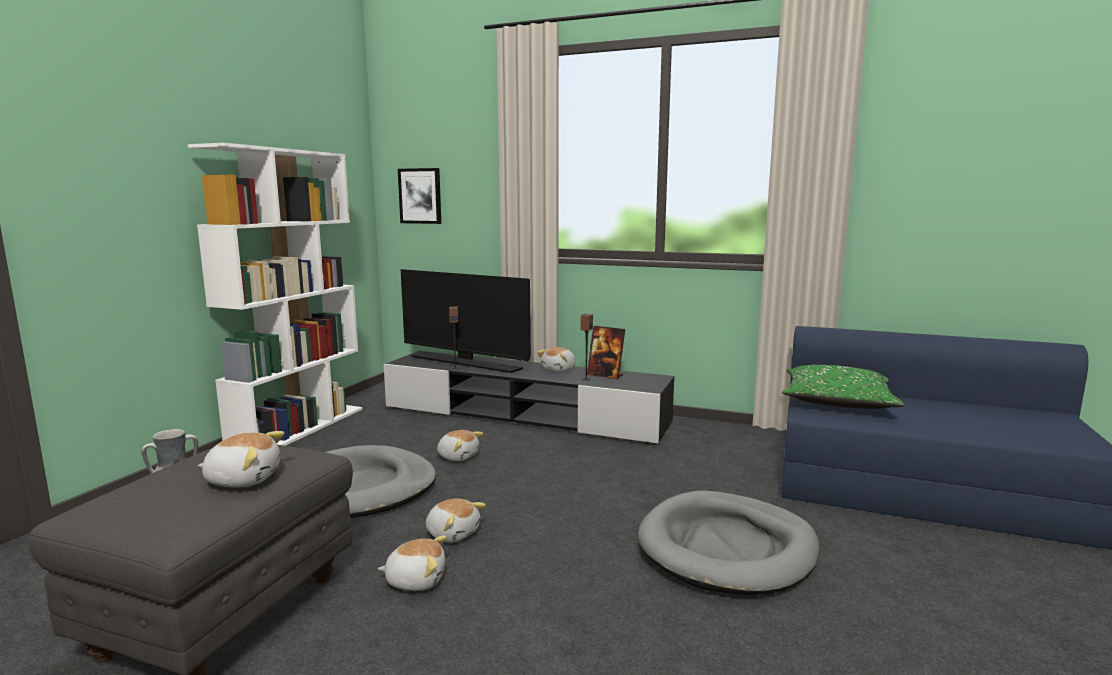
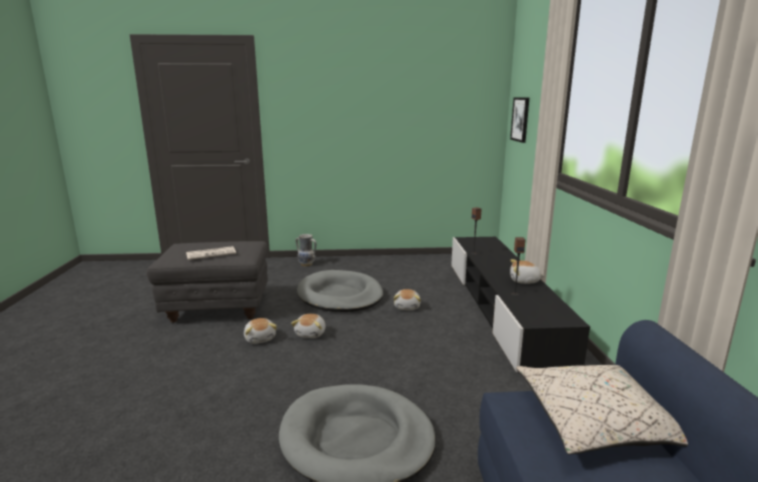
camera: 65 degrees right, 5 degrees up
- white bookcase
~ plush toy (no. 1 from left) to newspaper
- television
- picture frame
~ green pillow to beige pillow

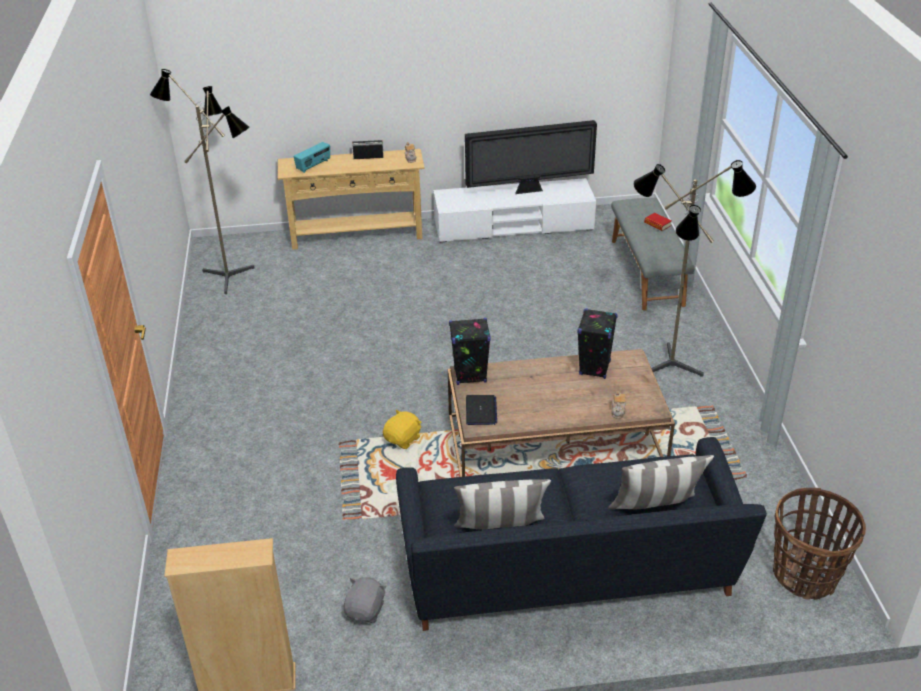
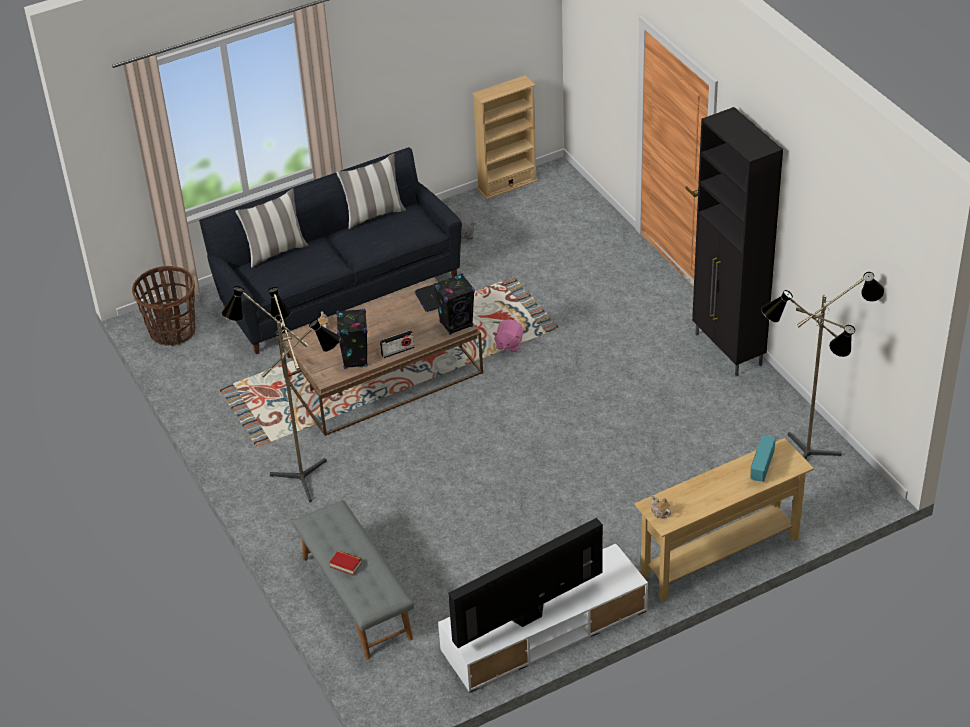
camera: 160 degrees right, 5 degrees up
~ radio (no. 2 from left in the first image) to radio (no. 1 from left)
~ yellow plush toy to pink plush toy
+ black cabinet

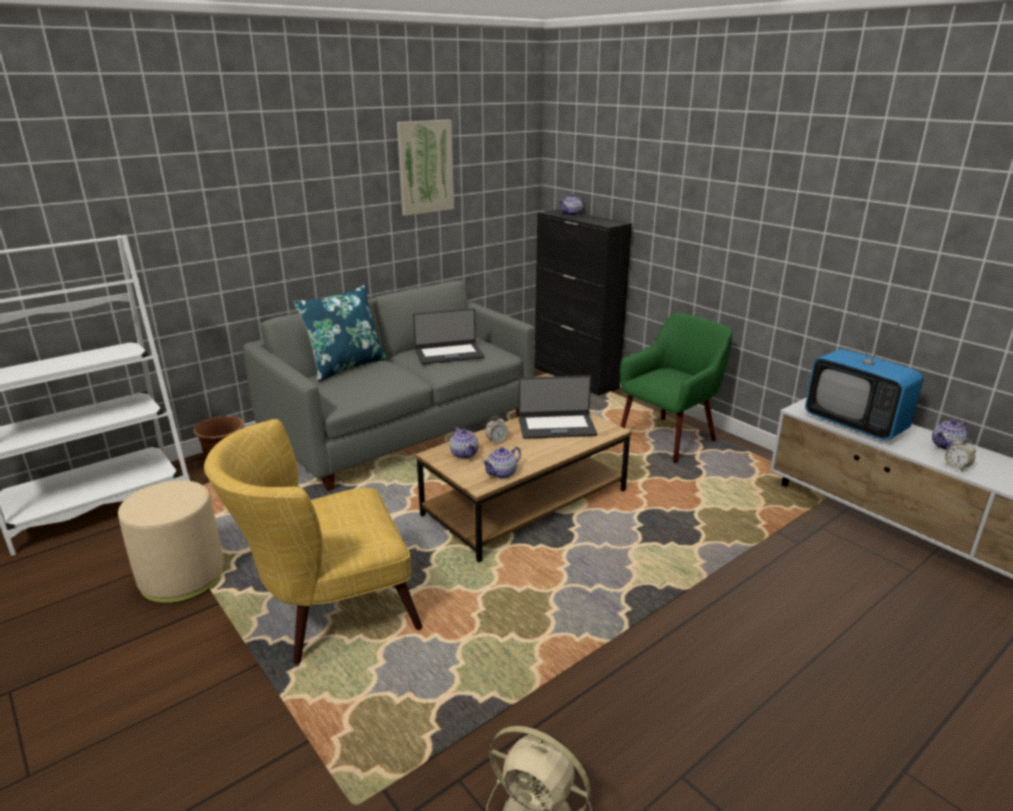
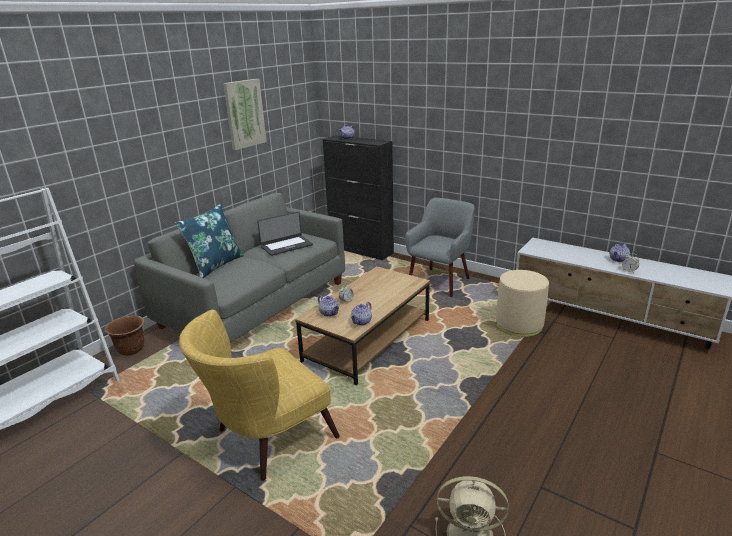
camera: 15 degrees left, 0 degrees up
~ beige ottoman
- laptop (no. 2 from left)
~ green armchair to grey armchair
- television

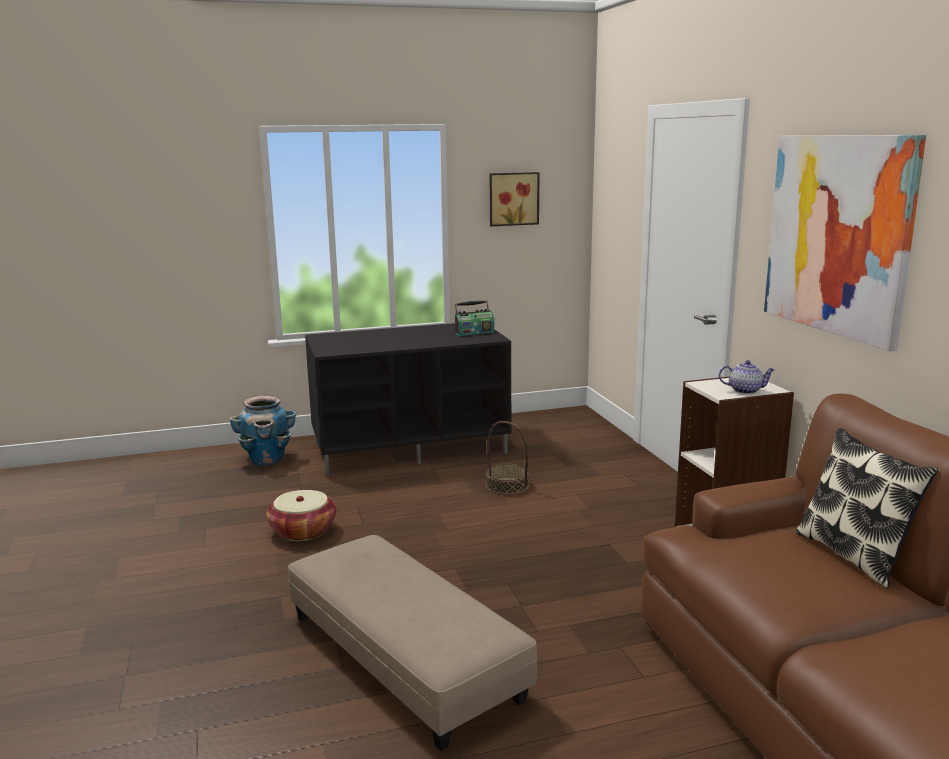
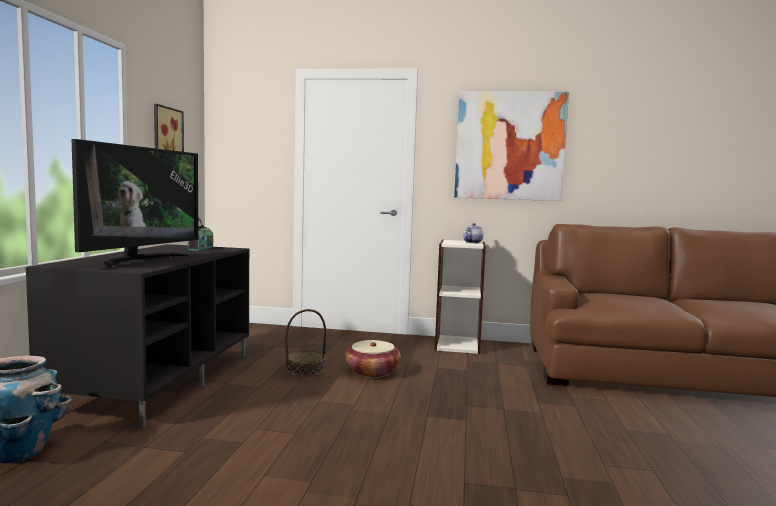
camera: 65 degrees left, 10 degrees down
~ basket (no. 1 from left in the first image) to basket (no. 2 from left)
- beige ottoman
- pillow
+ television

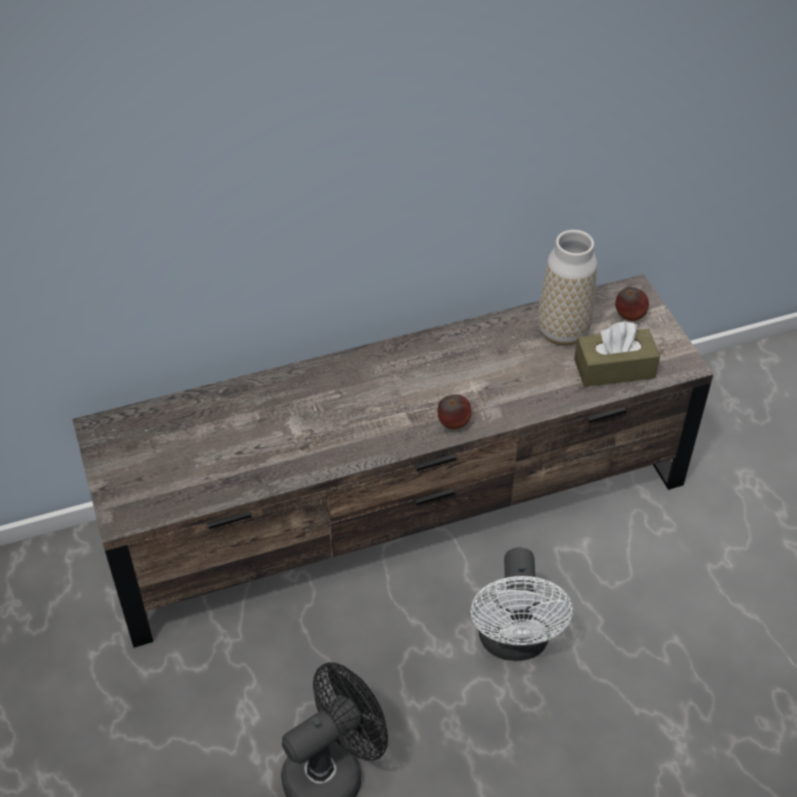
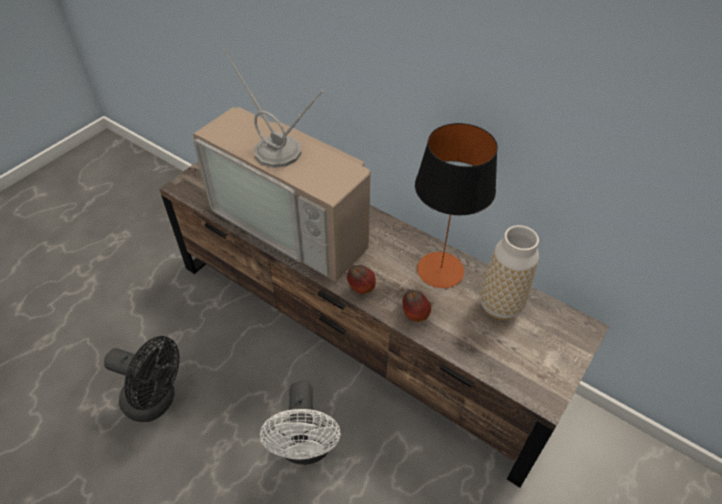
camera: 55 degrees right, 0 degrees up
~ white fan 60 degrees counterclockwise
- brown tissue box
~ apple (no. 2 from left)
+ television
+ table lamp

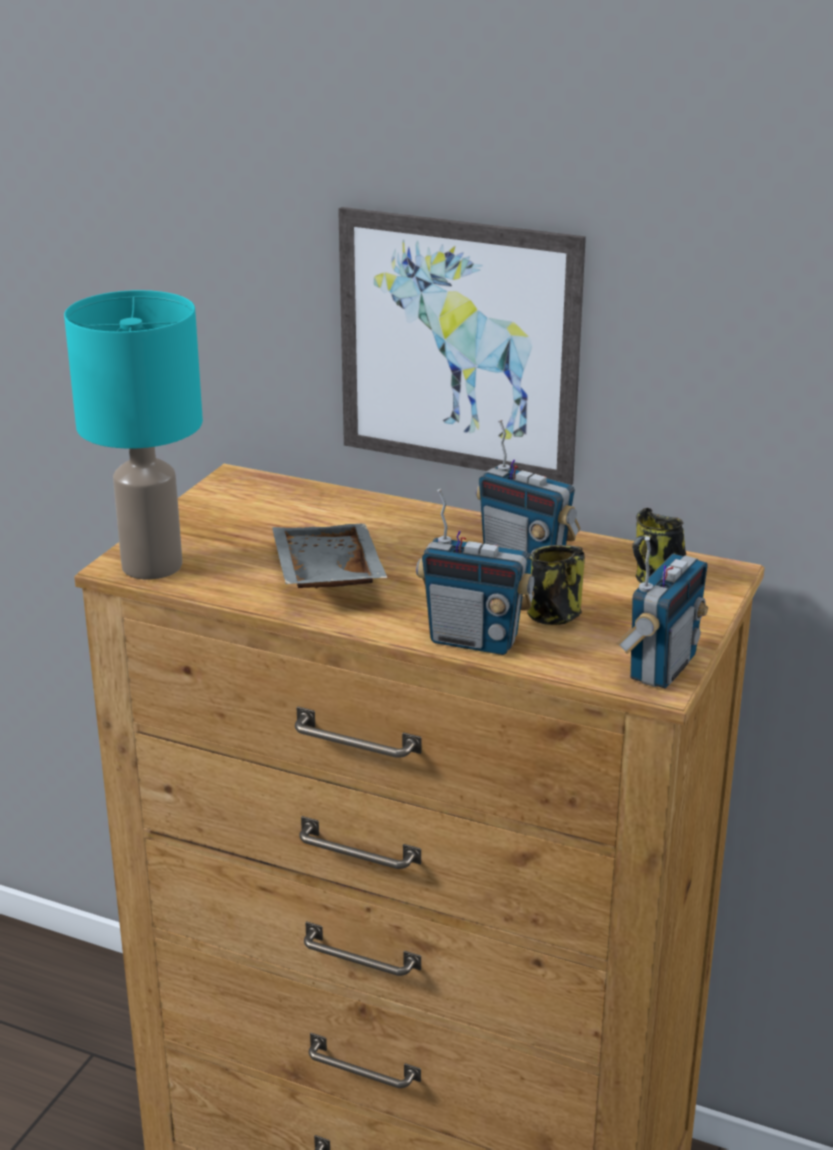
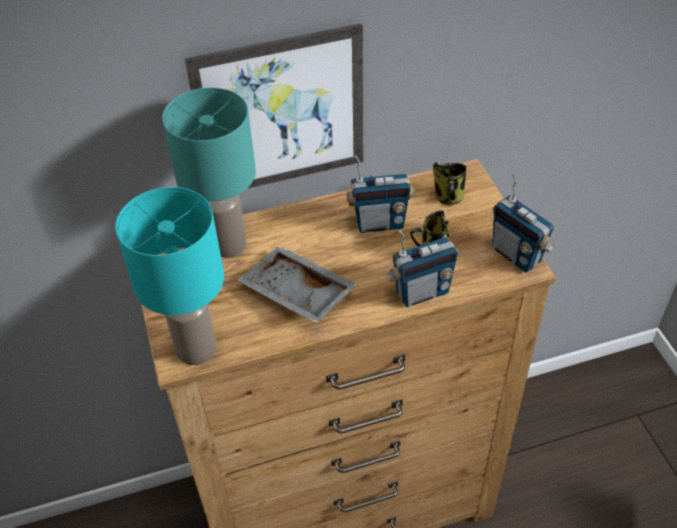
camera: 40 degrees left, 20 degrees up
~ radio (no. 3 from left) 150 degrees clockwise
+ turquoise table lamp (no. 2 from left)

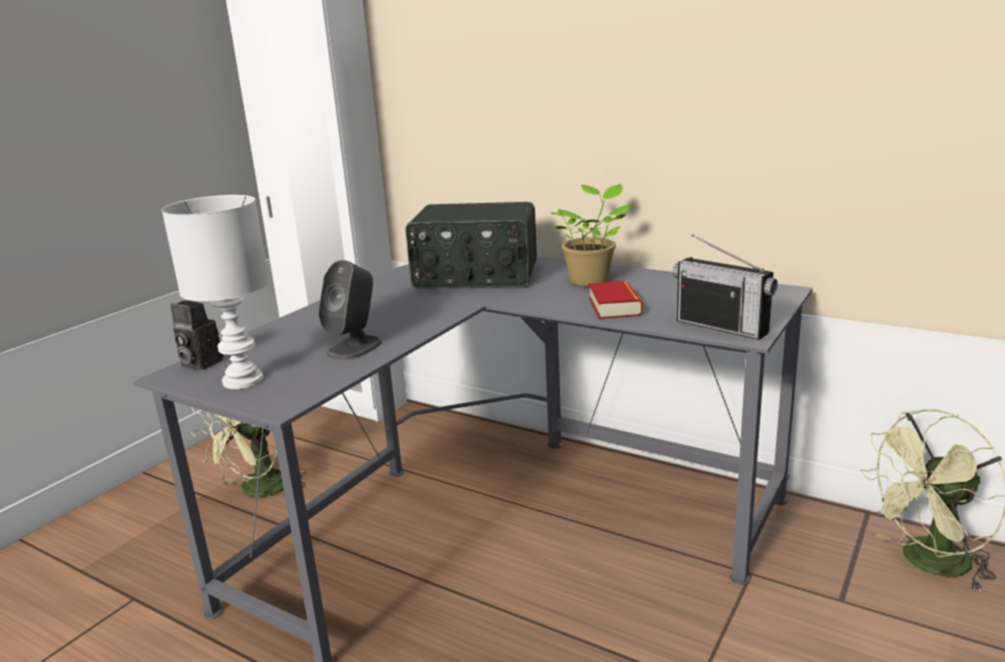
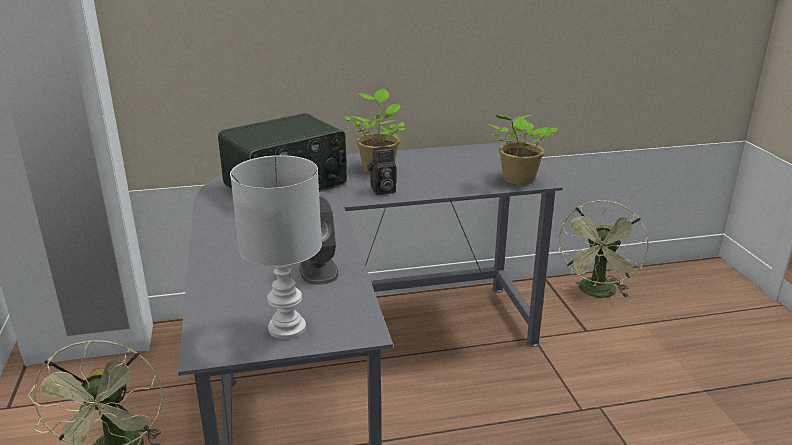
camera: 45 degrees left, 5 degrees up
~ photo camera
- book
~ radio (no. 2 from left) to potted plant (no. 2 from left)

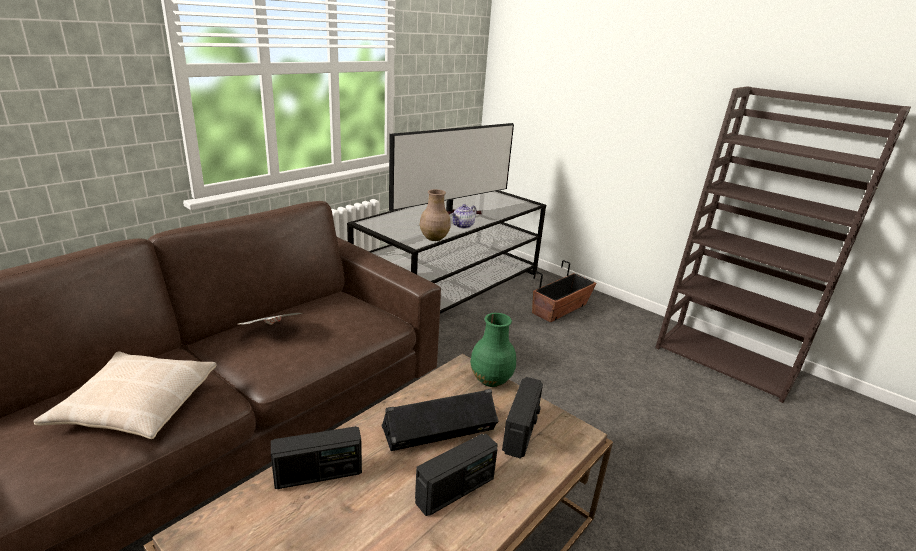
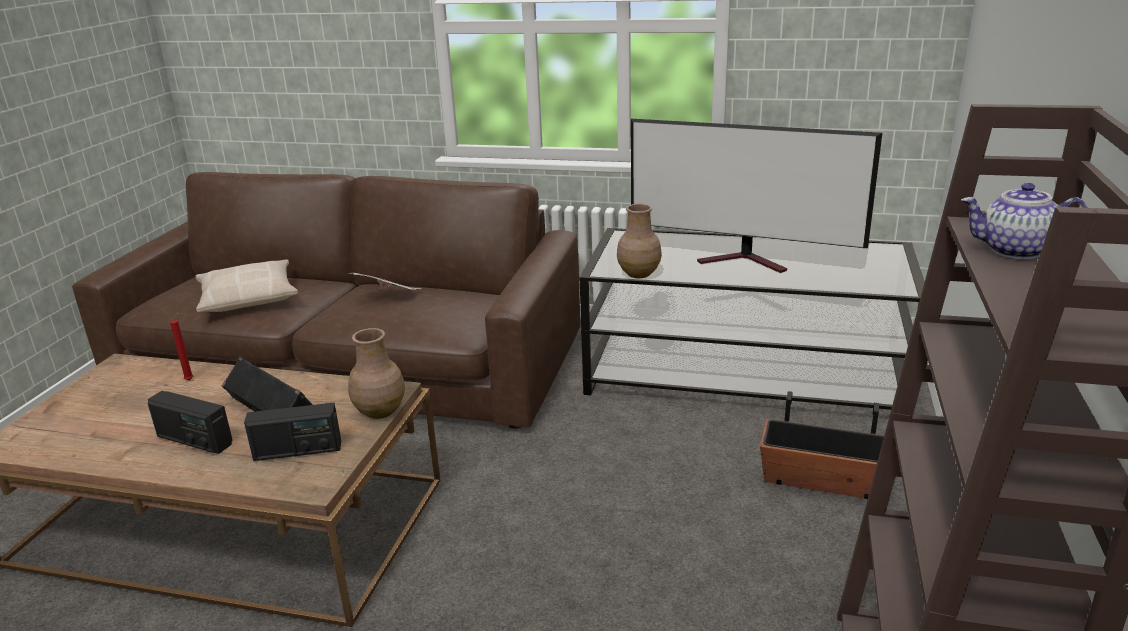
camera: 65 degrees right, 0 degrees up
~ radio (no. 1 from left) to red candle
~ teapot
~ green vase to brown vase (no. 1 from left)

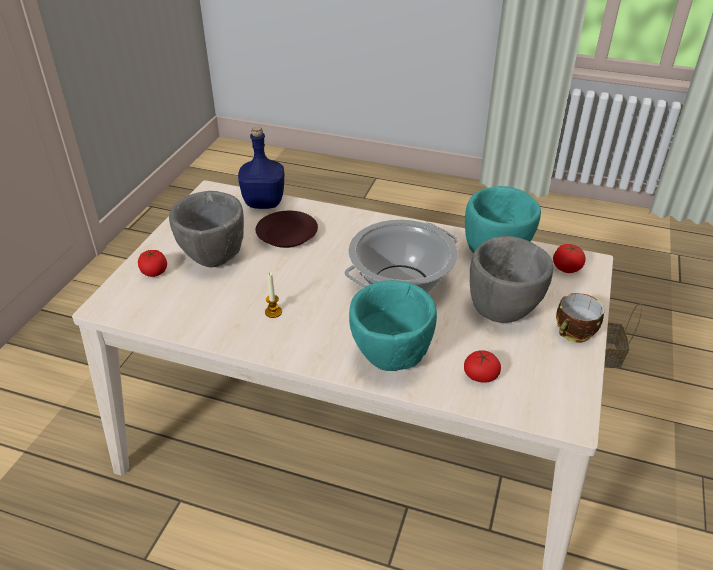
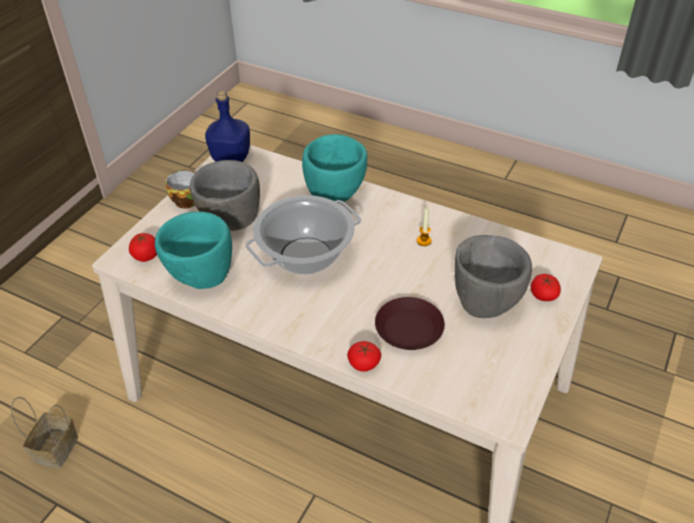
camera: 170 degrees left, 5 degrees up
~ blue bottle
~ tomato (no. 2 from left)

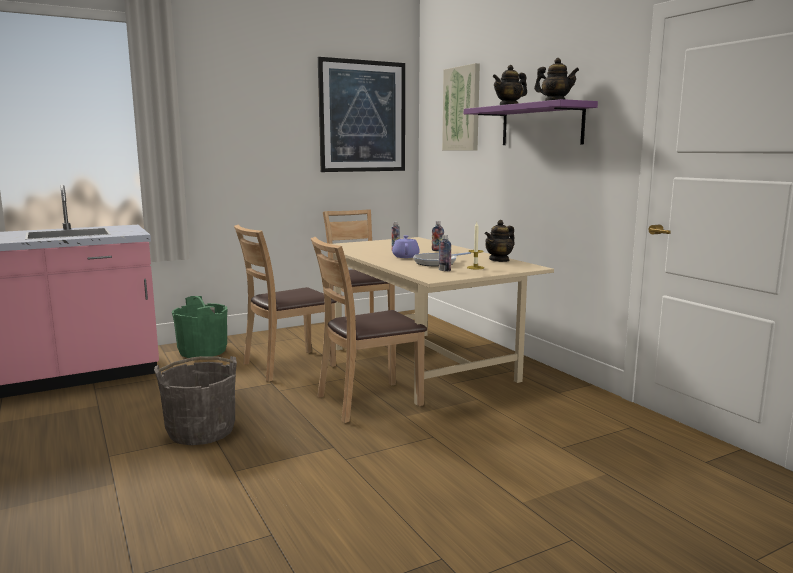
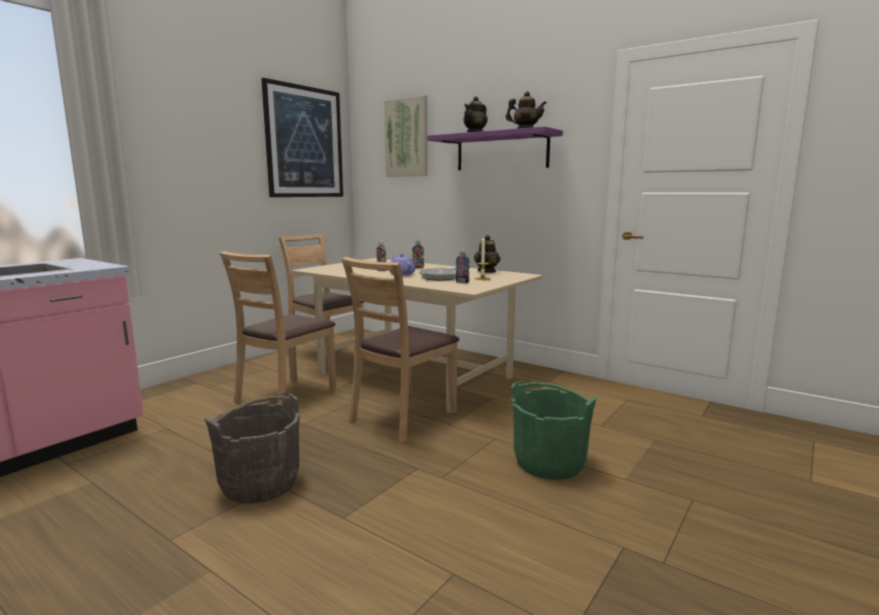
camera: 25 degrees left, 0 degrees up
~ green bucket

